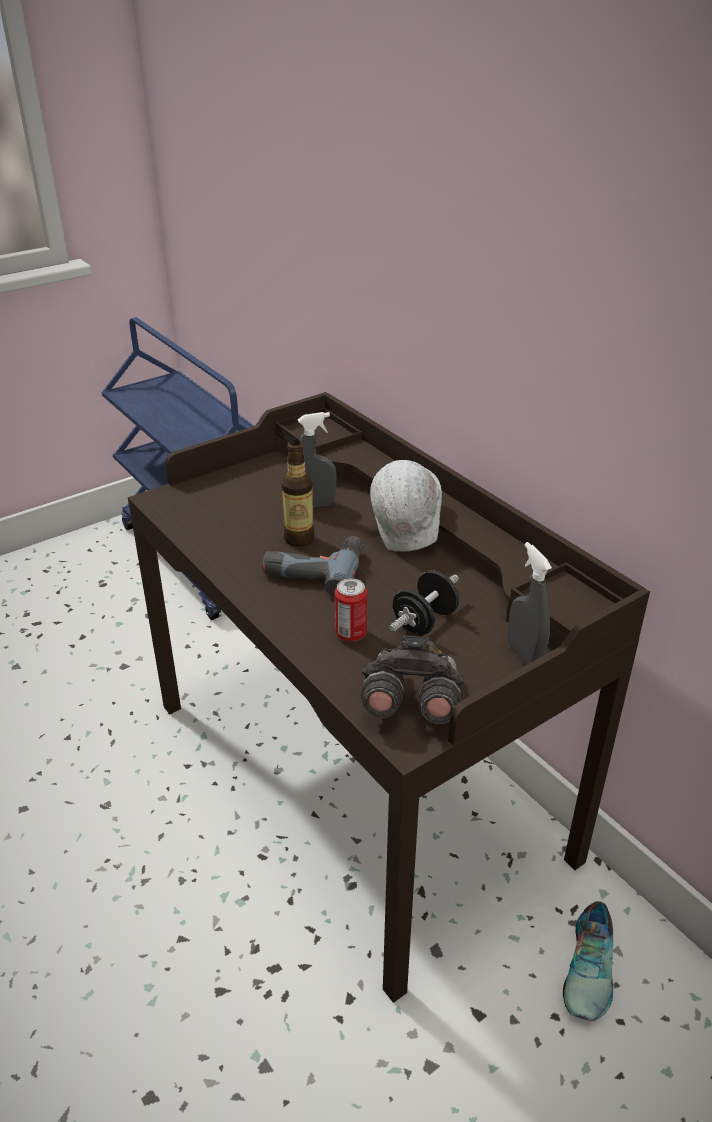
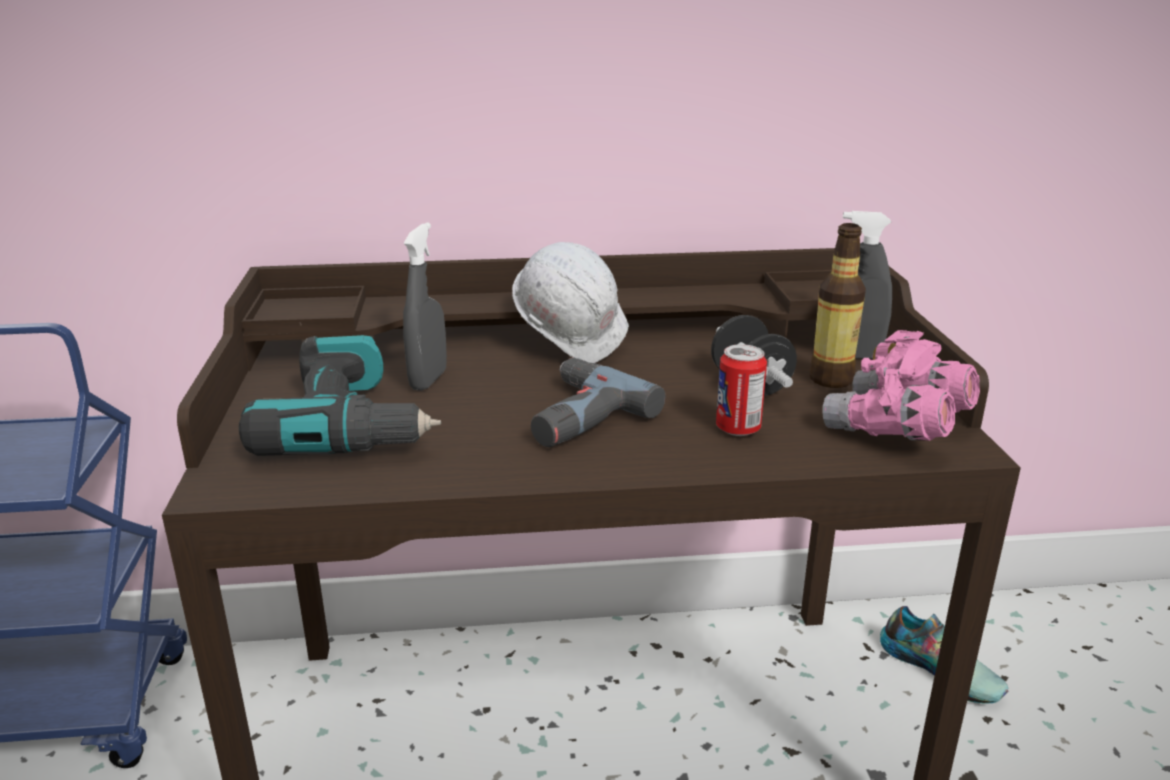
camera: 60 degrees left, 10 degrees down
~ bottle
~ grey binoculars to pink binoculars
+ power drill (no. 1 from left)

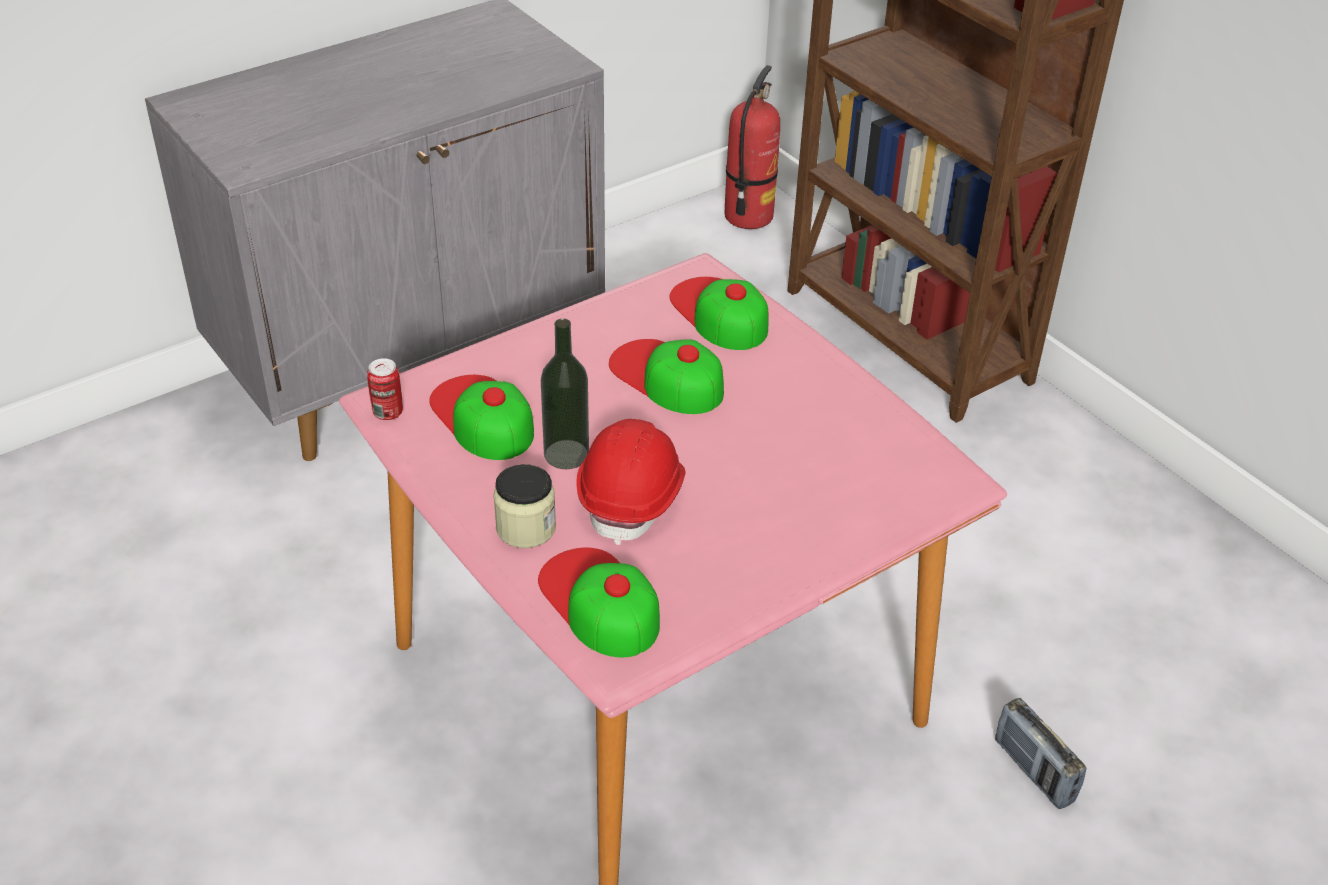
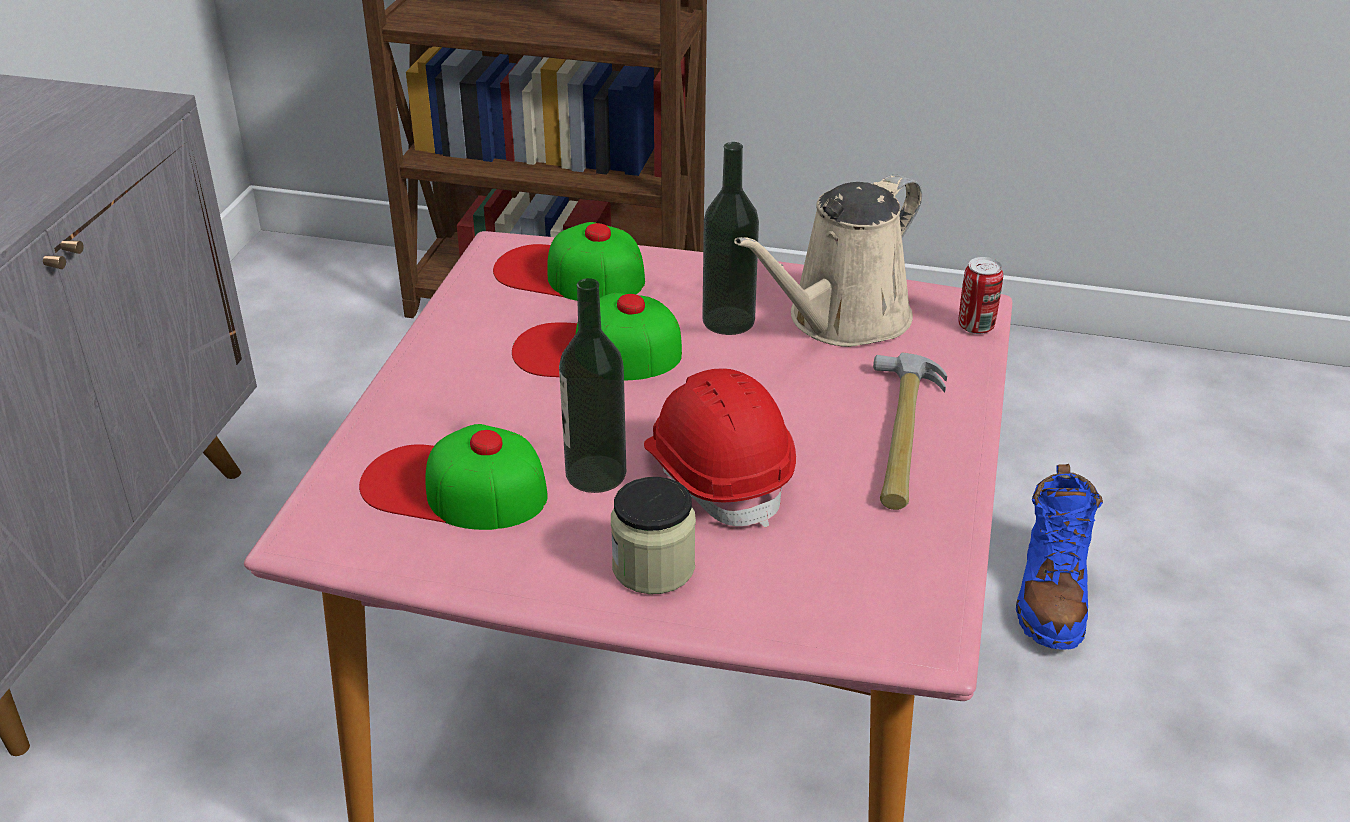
camera: 40 degrees left, 5 degrees down
~ can
- cap (no. 2 from left)
- fire extinguisher
~ radio to blue boot
+ bottle (no. 2 from left)
+ beige watering can
+ hammer

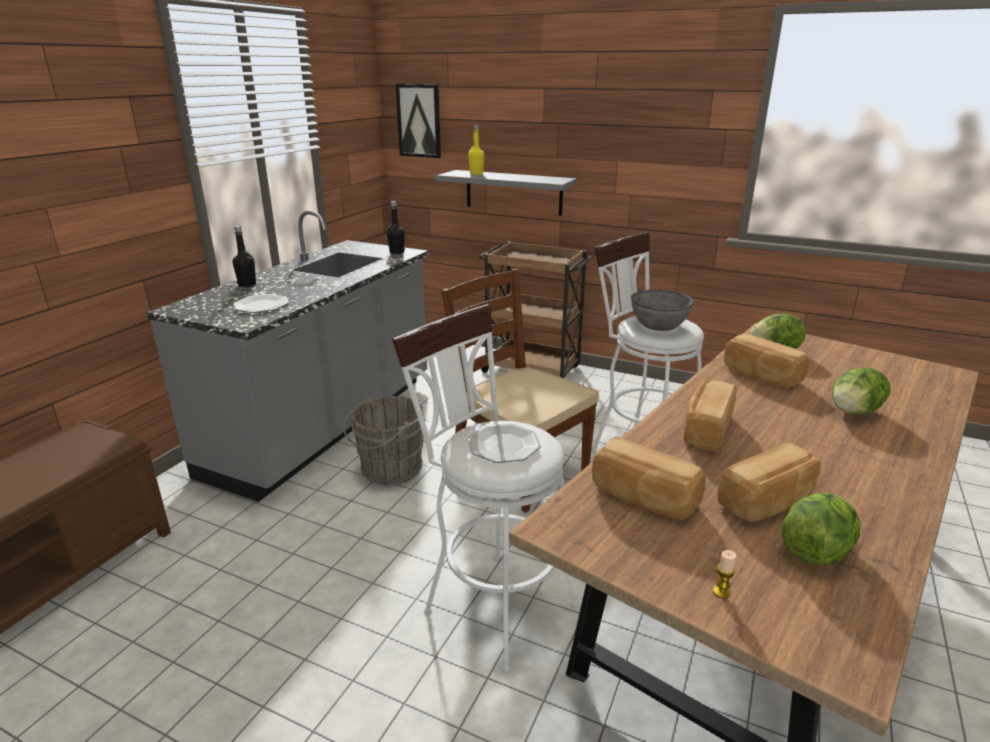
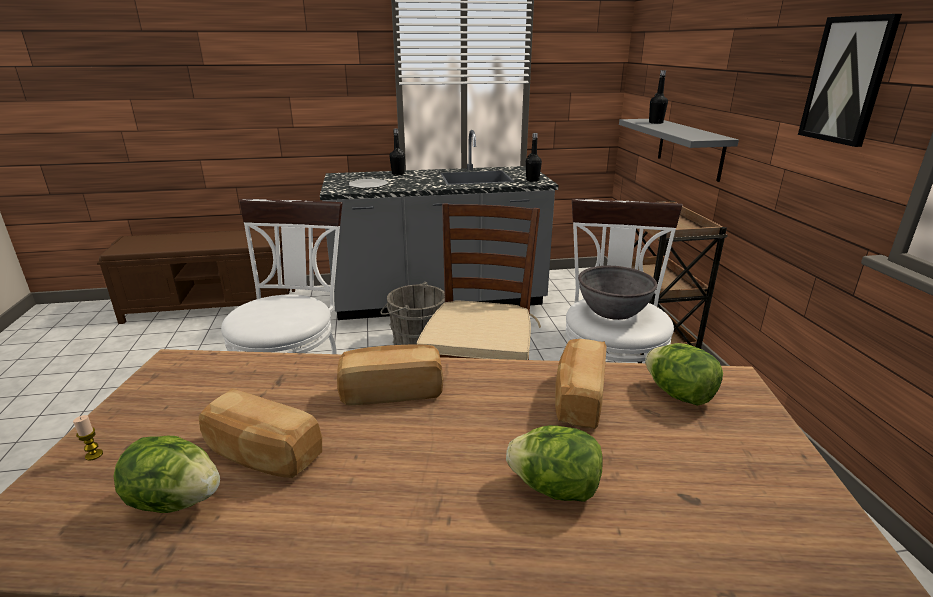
camera: 55 degrees right, 0 degrees up
~ picture
~ yellow bottle to black bottle (no. 3 from left)
- plate (no. 2 from left)
- bread (no. 1 from left)

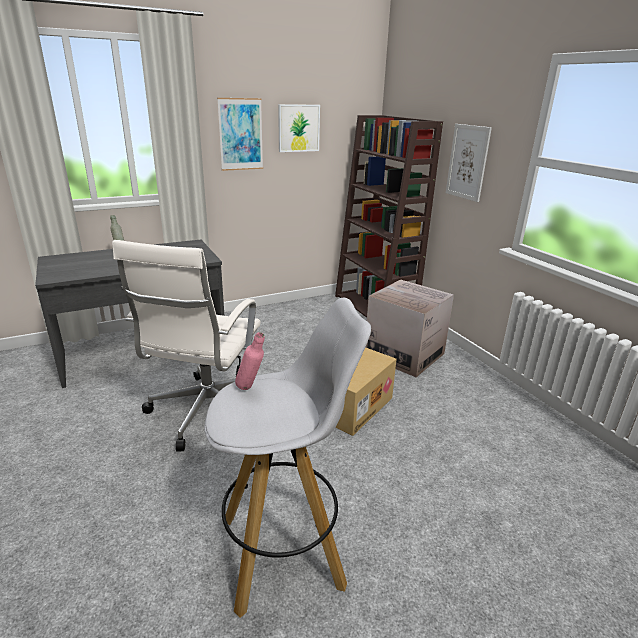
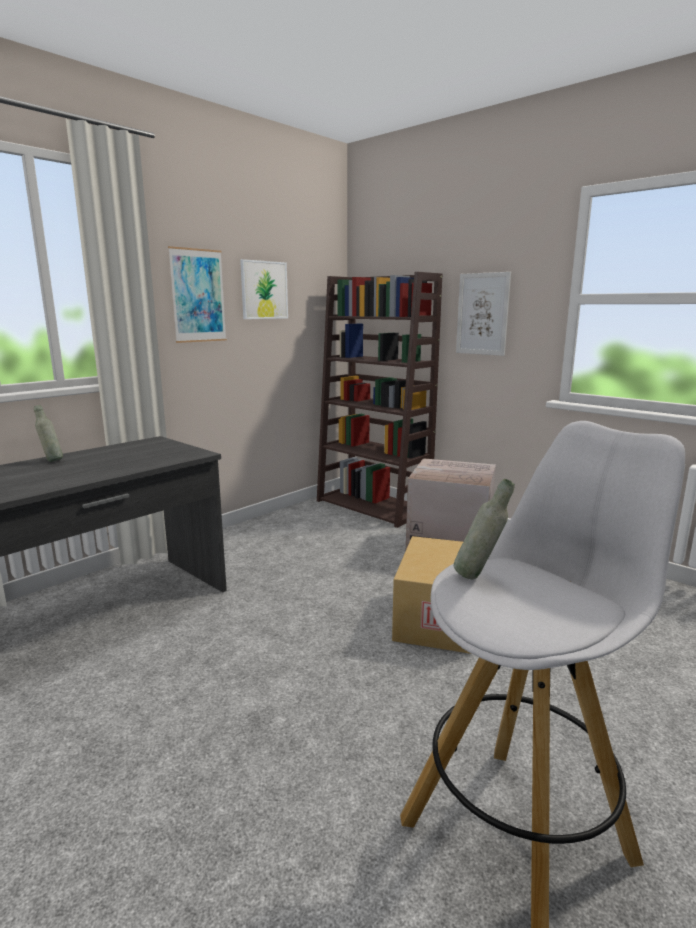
camera: 20 degrees left, 10 degrees down
- white office chair
~ pink bottle to grey bottle (no. 2 from left)

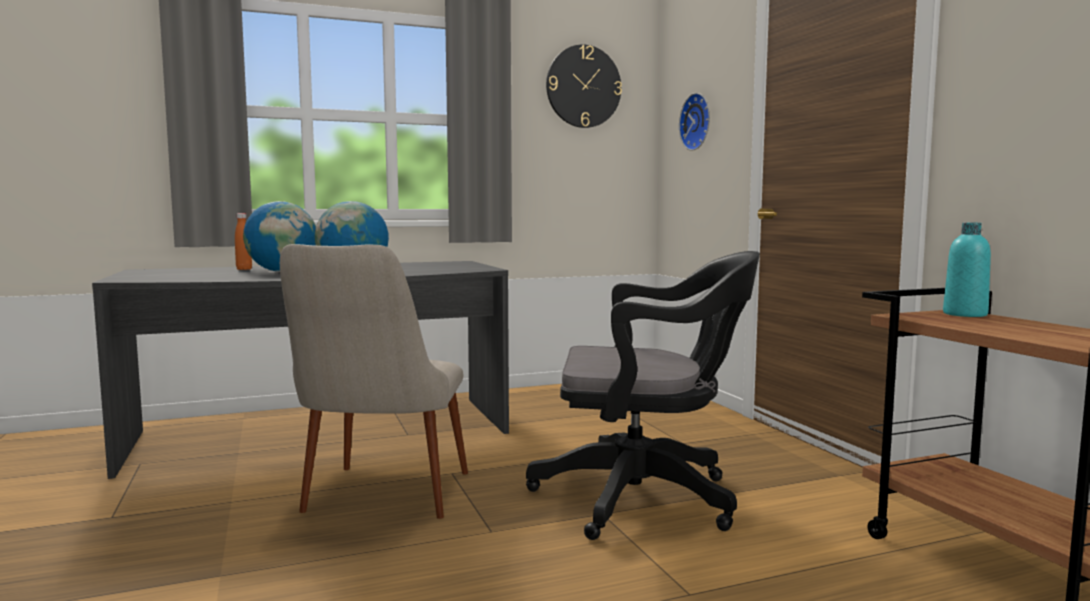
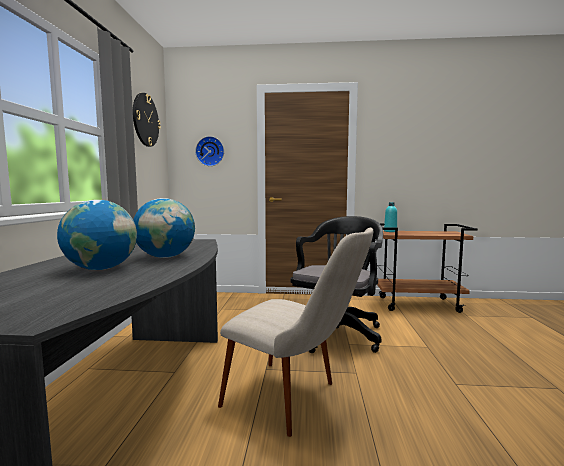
camera: 65 degrees left, 0 degrees up
- orange bottle

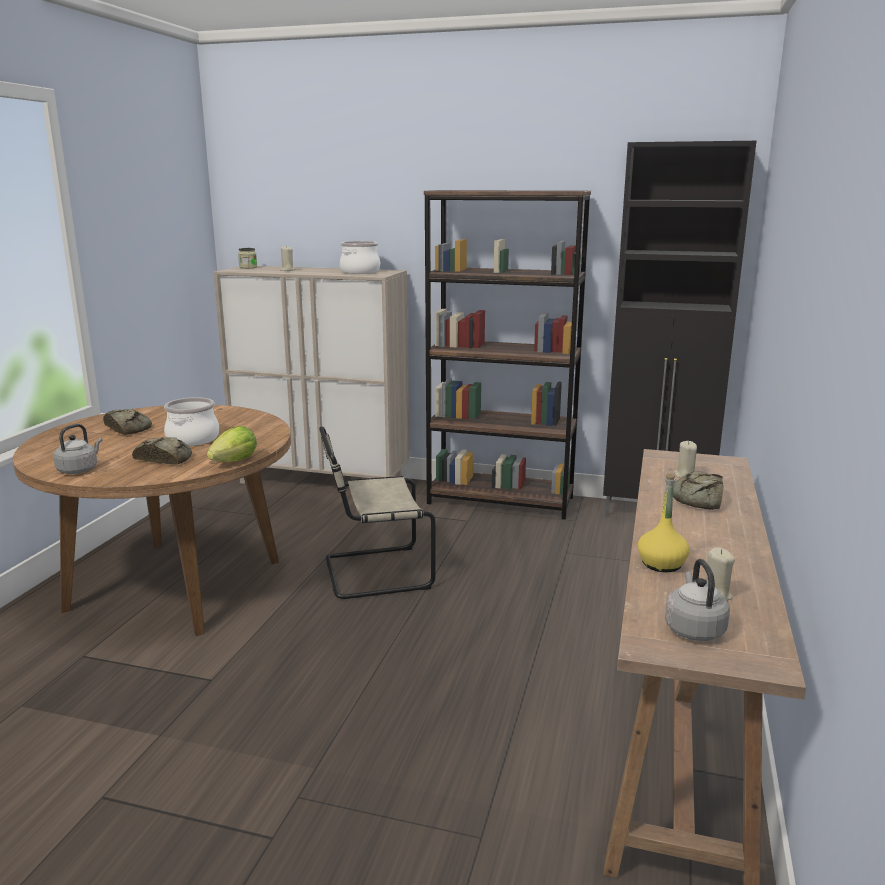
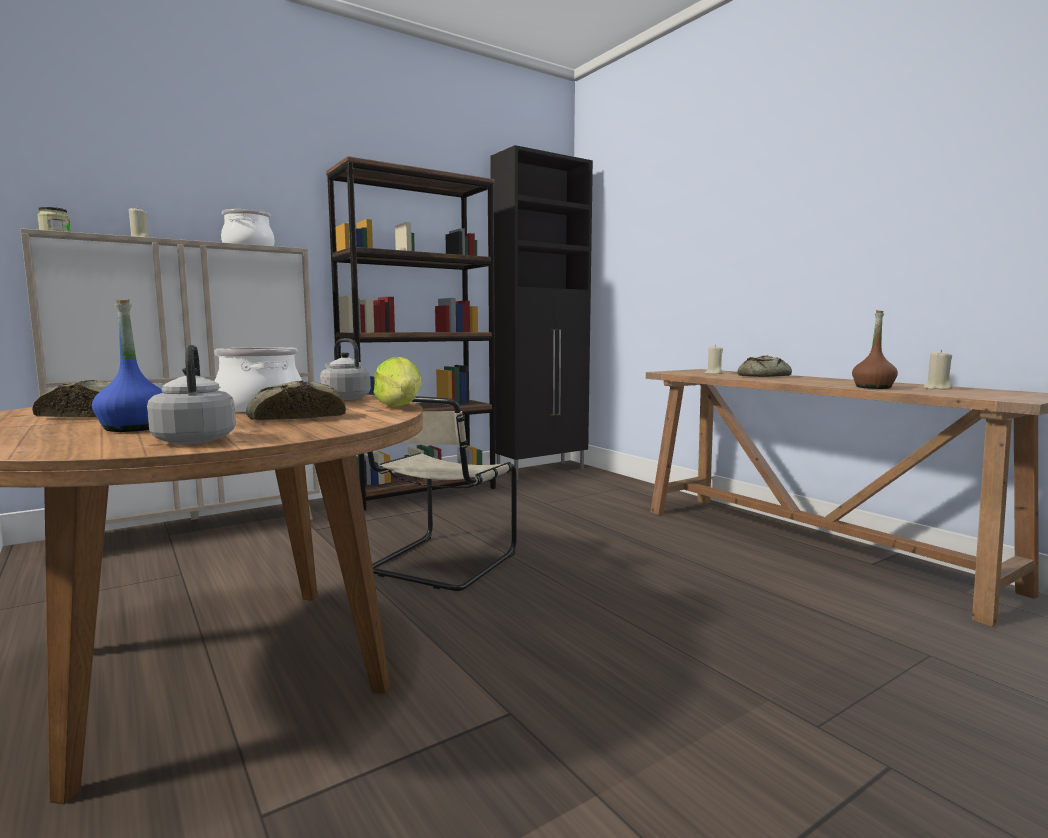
camera: 50 degrees left, 10 degrees down
~ yellow bottle to brown bottle
~ grey kettle (no. 2 from left)
+ blue bottle

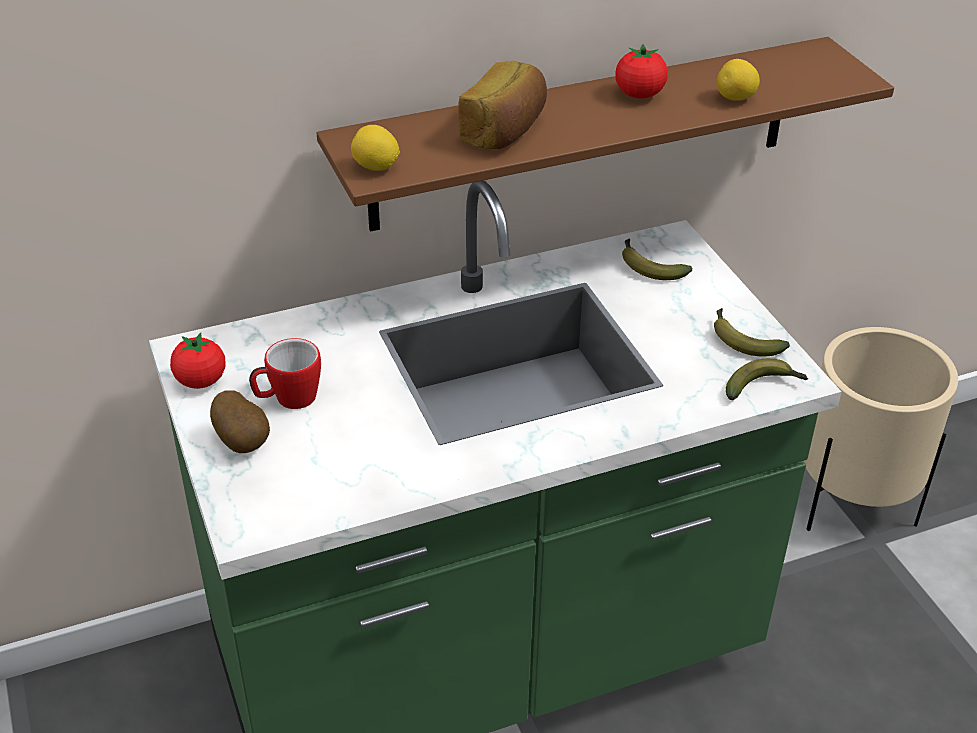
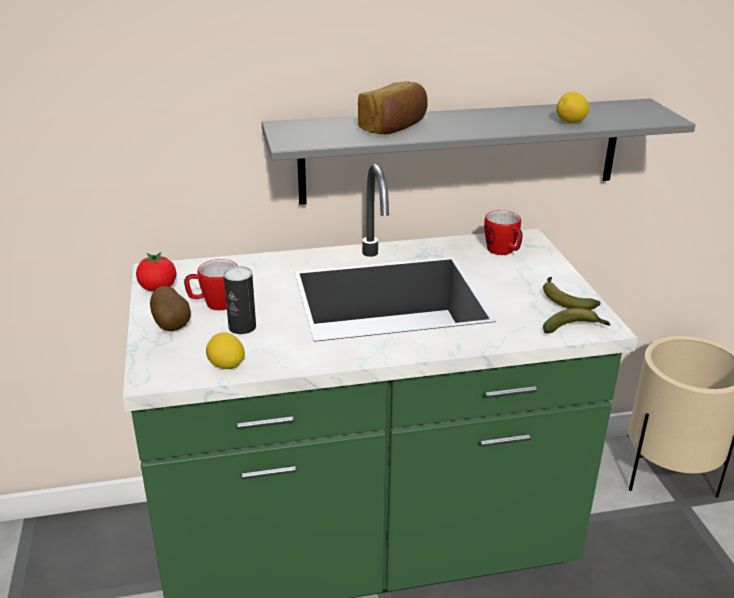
camera: 10 degrees right, 10 degrees down
~ brown shelf to grey shelf
~ lemon (no. 1 from left)
- tomato (no. 2 from left)
~ banana (no. 1 from left) to mug (no. 2 from left)
+ can

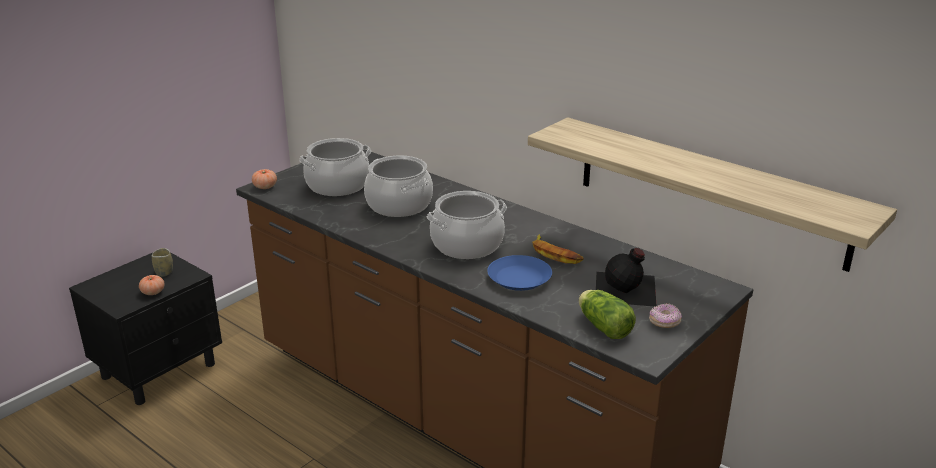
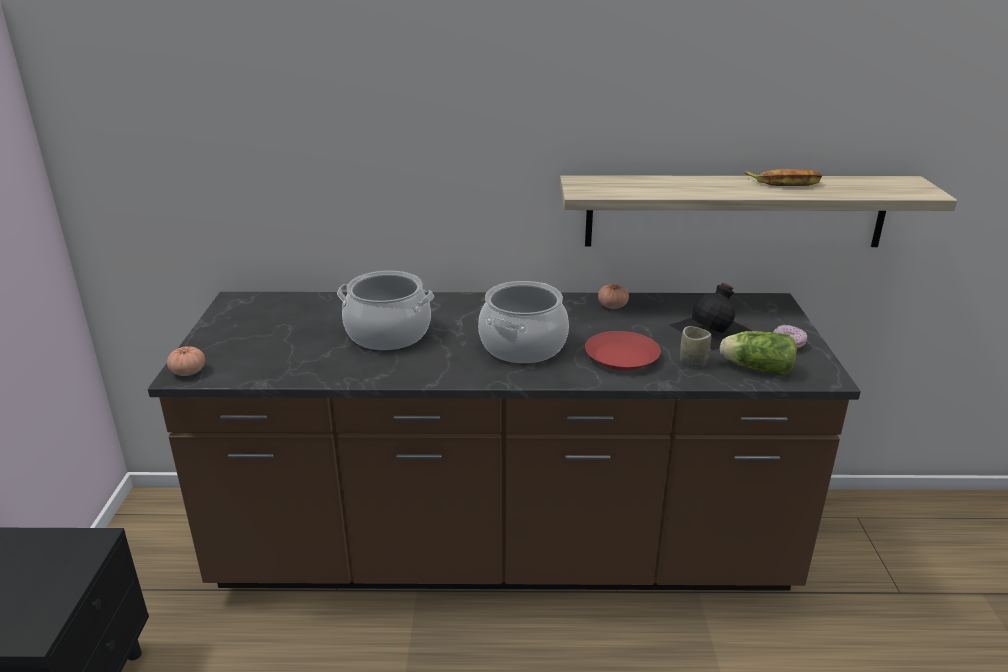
camera: 40 degrees left, 0 degrees up
~ tomato (no. 1 from left in the first image) to tomato (no. 2 from left)
~ cup
- cooking pot (no. 1 from left)
~ blue plate to red plate
~ banana

